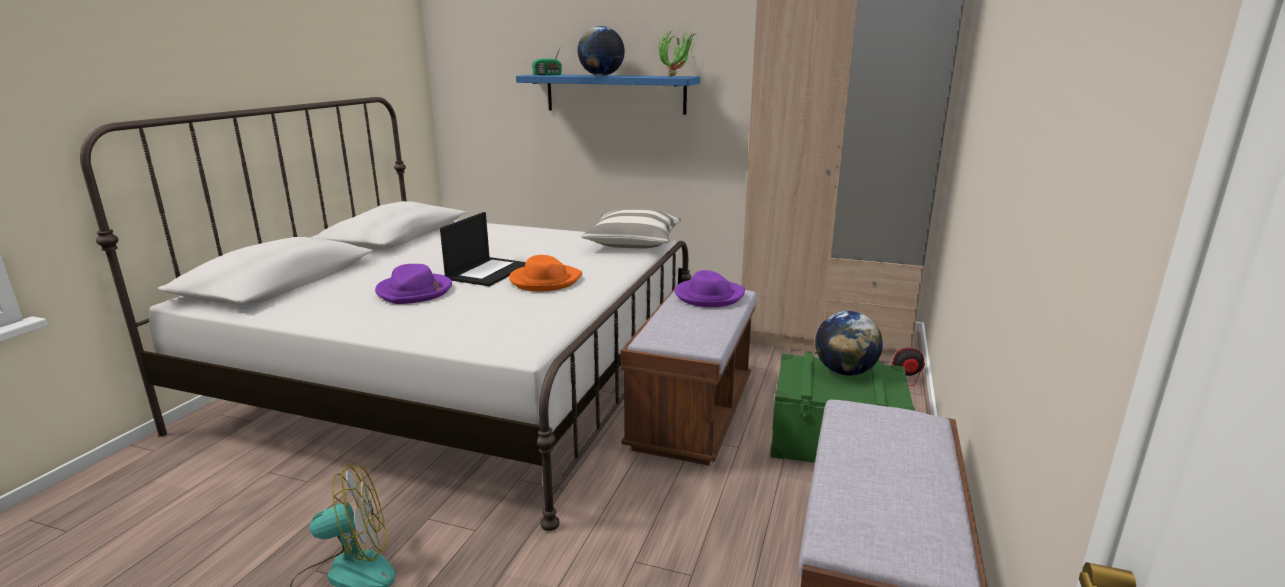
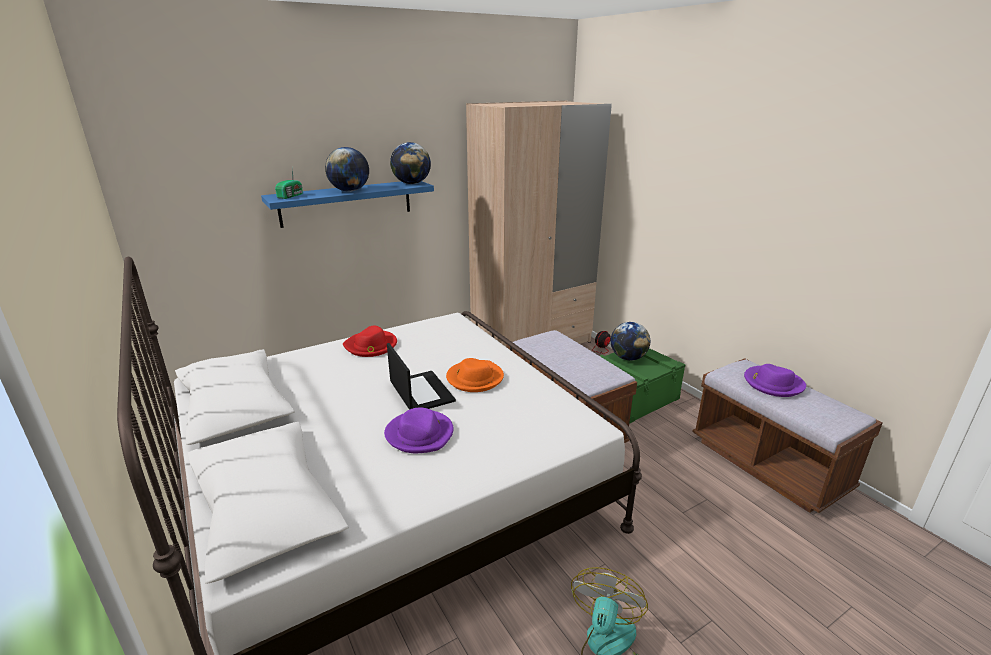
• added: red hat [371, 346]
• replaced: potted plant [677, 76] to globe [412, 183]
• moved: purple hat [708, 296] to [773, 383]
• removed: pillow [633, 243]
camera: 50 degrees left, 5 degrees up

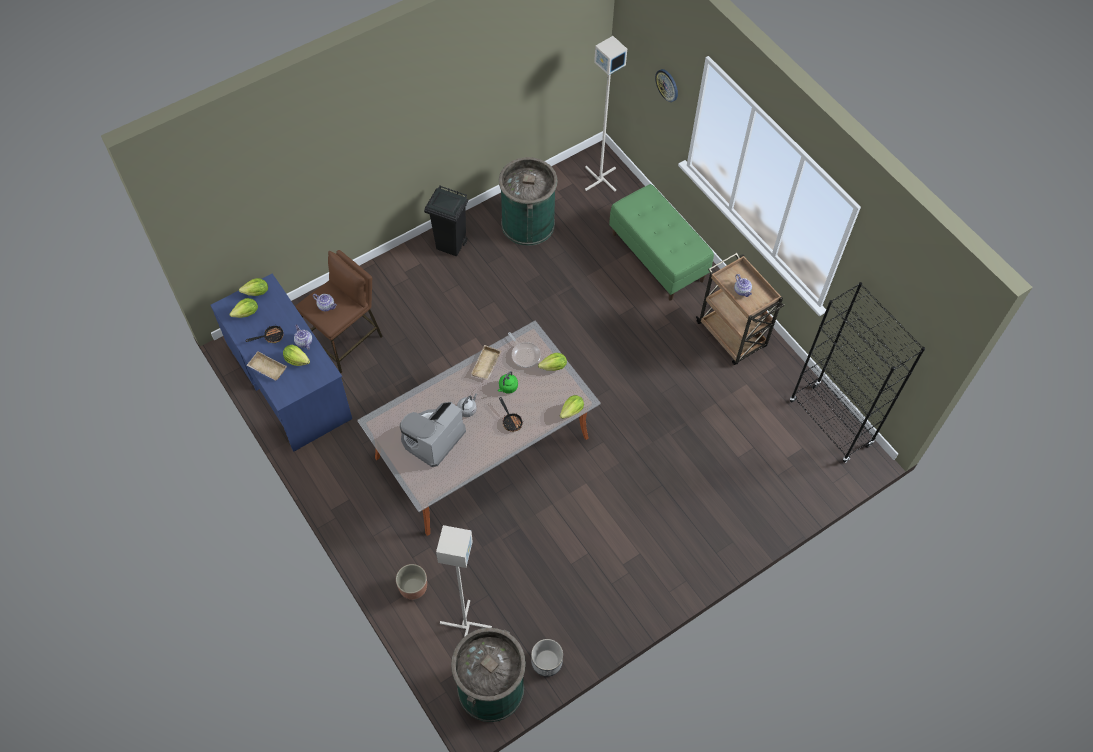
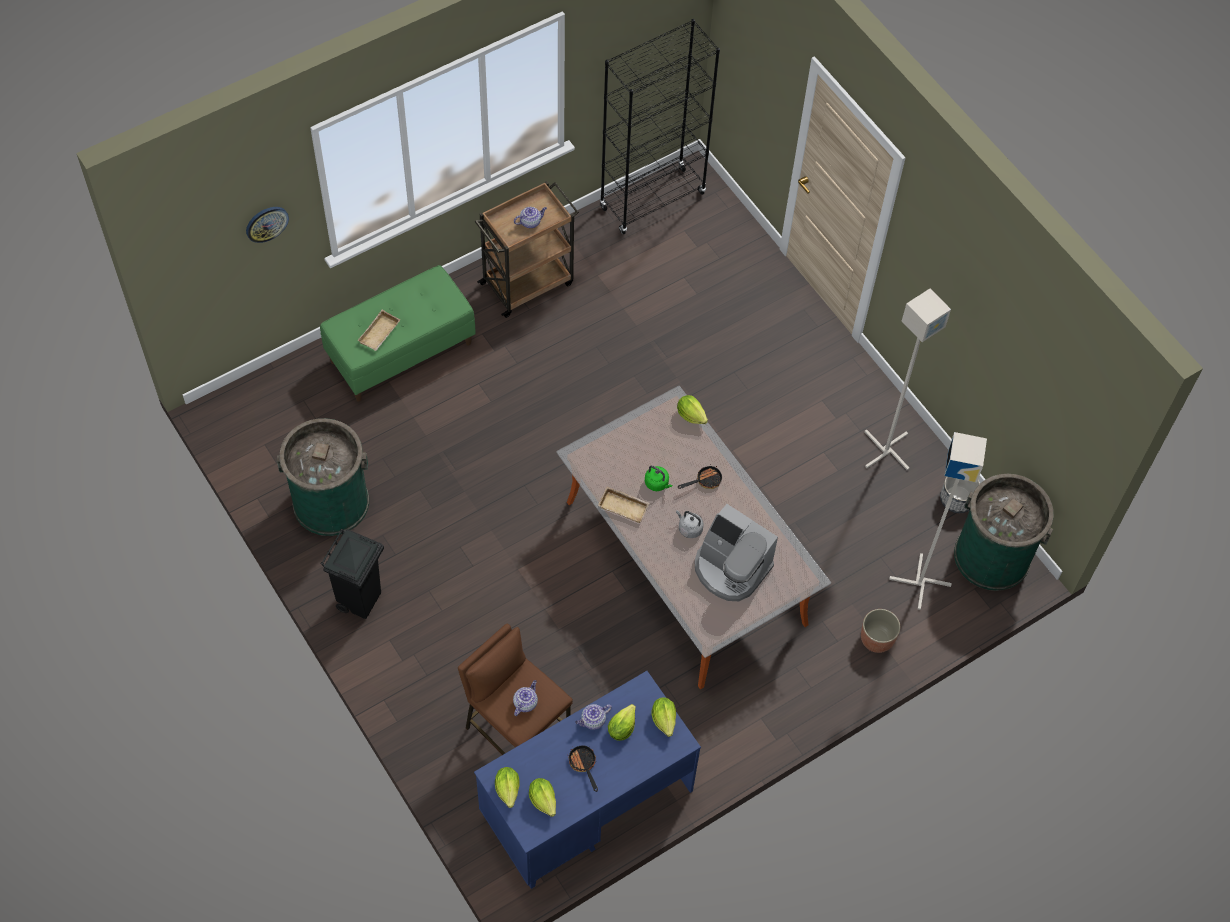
• moved: beige tray [266, 368] to [380, 334]
• moved: lettuce [553, 367] to [664, 719]
• moved: grey floor lamp [599, 179] to [886, 451]
• removed: frying pan [525, 354]
camera: 90 degrees left, 0 degrees up

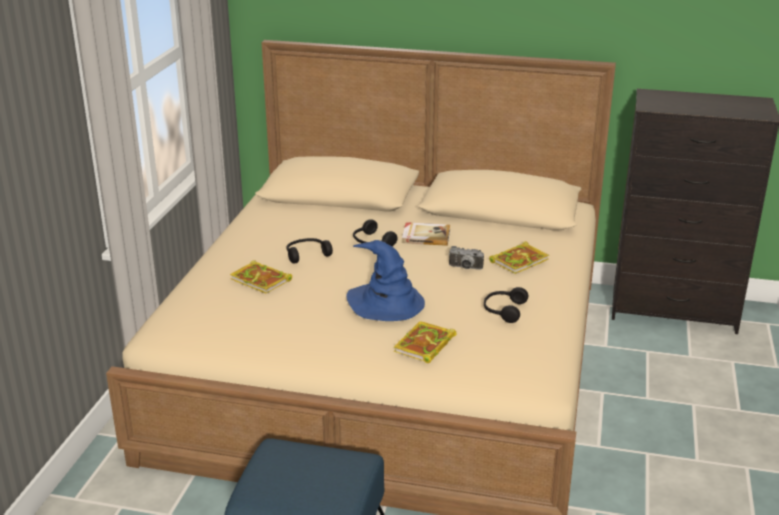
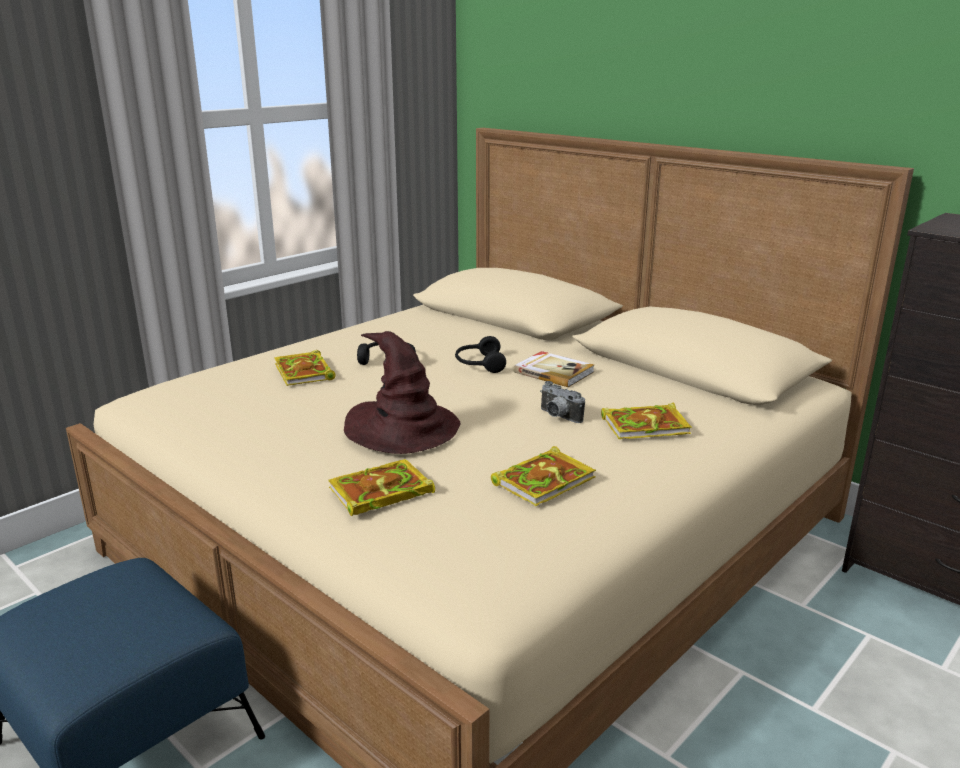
• recoloured: blue hat [386, 303] to brown hat [403, 430]
• replaced: black headphones [503, 310] to book [545, 480]
camera: 30 degrees right, 5 degrees down

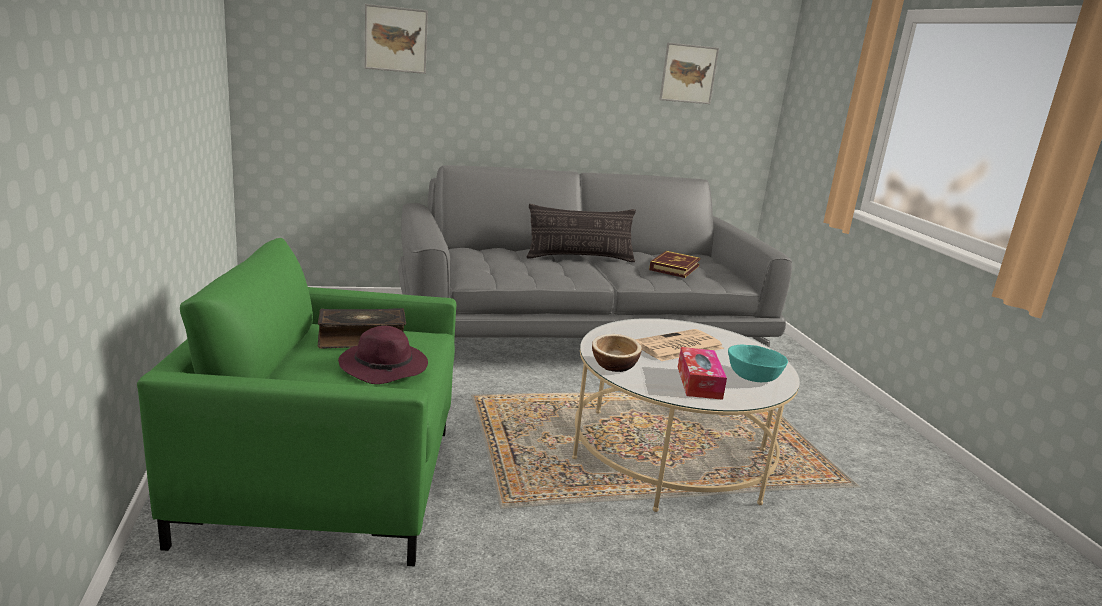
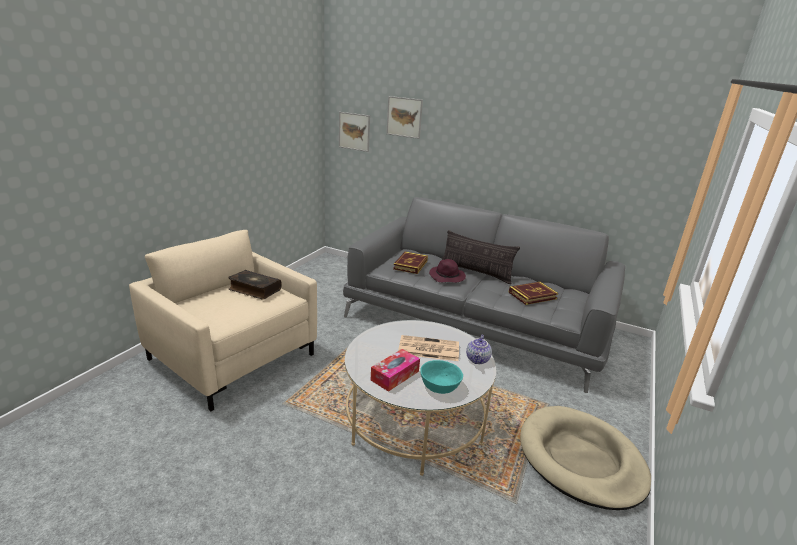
• recoloured: green armchair [325, 482] to beige armchair [233, 356]
• moved: picture [688, 73] to [354, 131]
• added: book [410, 265]
• moved: purple hat [385, 367] to [447, 277]
• added: teapot [478, 360]
• added: beige dog bed [580, 459]
• removed: bowl [614, 365]
camera: 40 degrees right, 5 degrees up

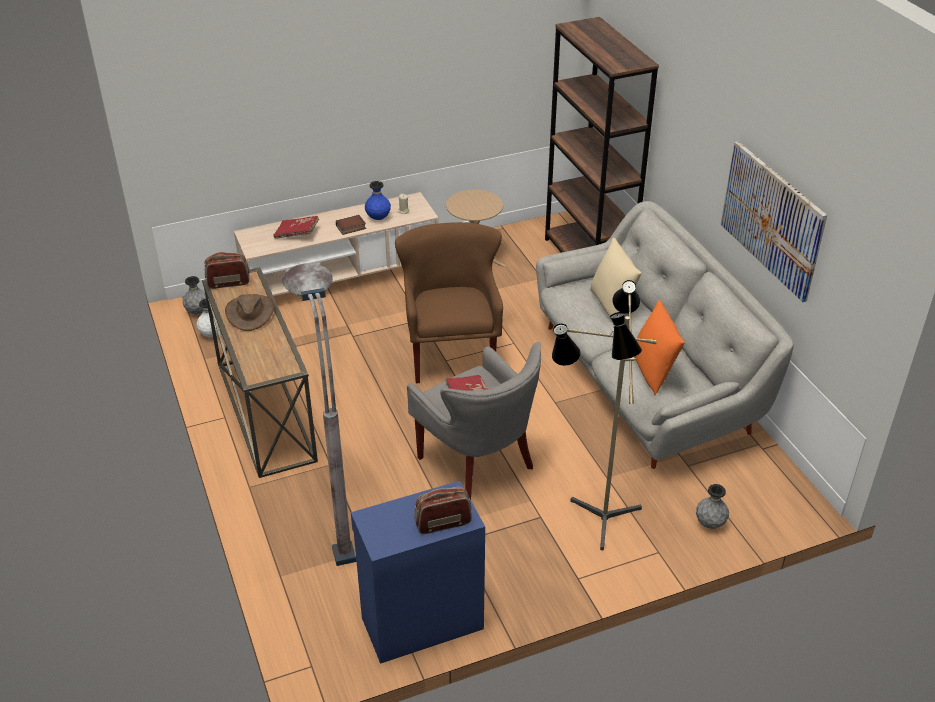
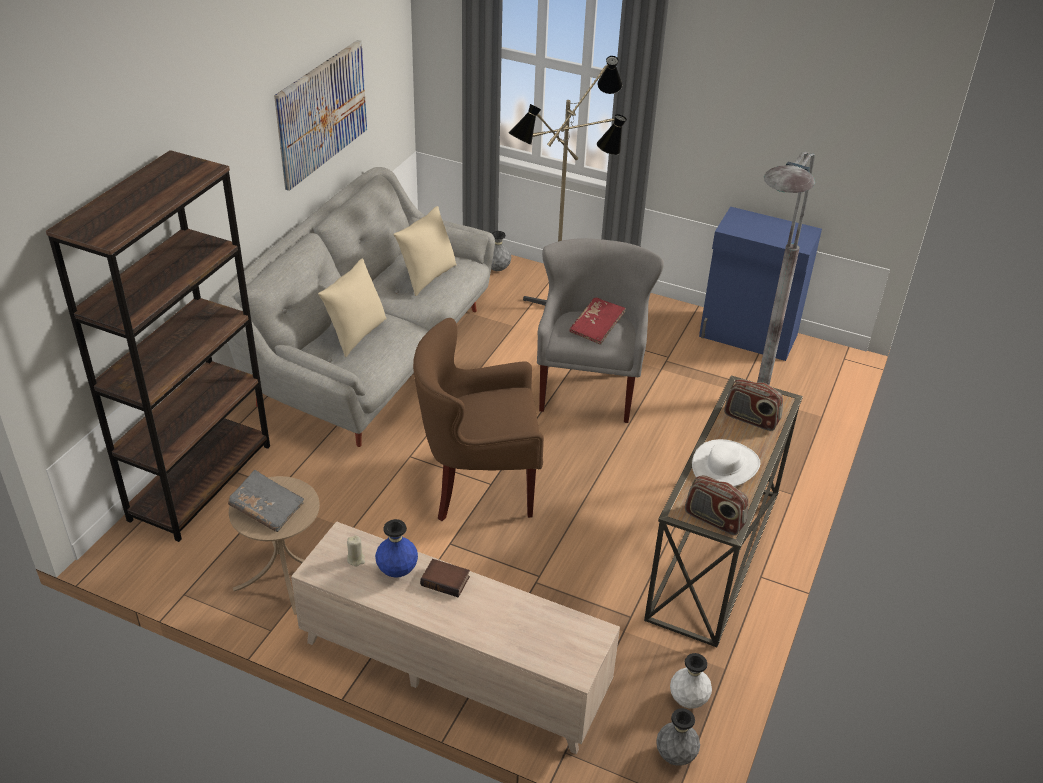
• added: grey book [267, 509]
• recoloured: orange pillow [653, 372] to beige pillow [427, 277]
• turned: brown armchair [451, 355] = [478, 485] 45 degrees clockwise
• recoloured: brown hat [250, 313] to white hat [725, 466]
• moved: radio [443, 523] to [751, 419]
• removed: red book [297, 233]
camera: 135 degrees left, 0 degrees up

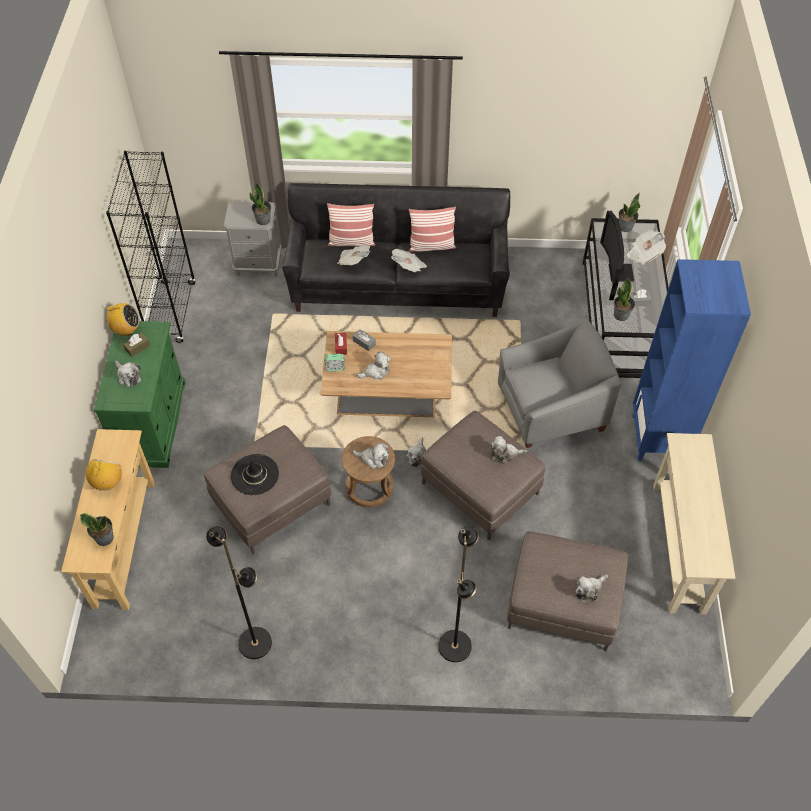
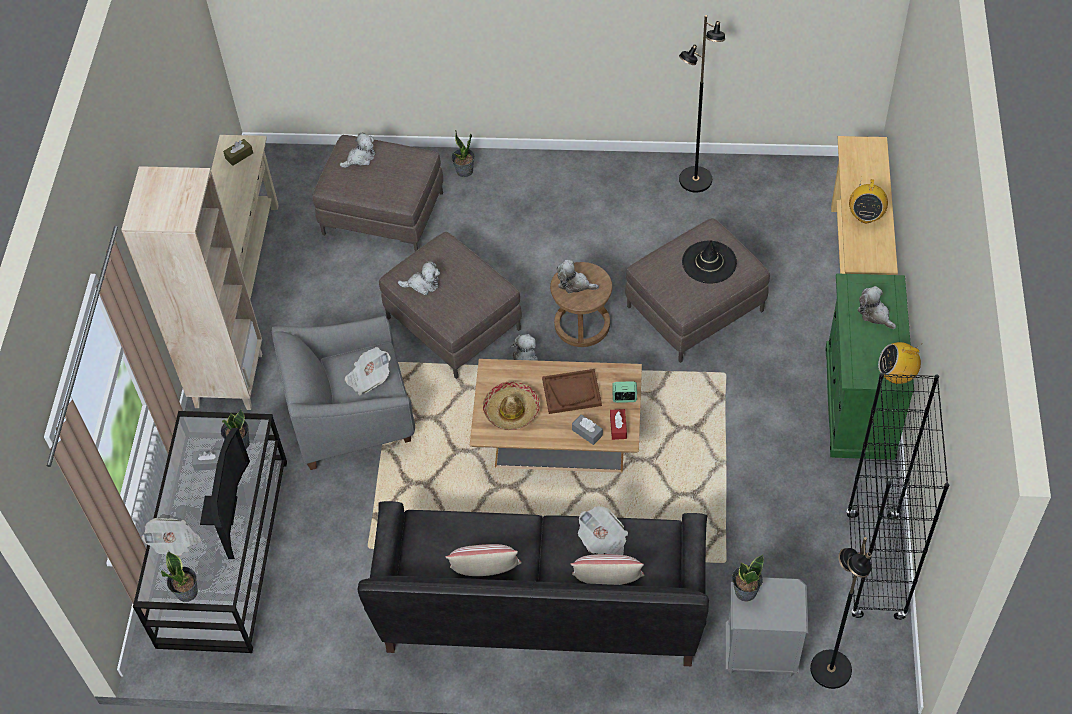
• recoloured: blue bookcase [658, 438] to beige bookcase [228, 380]
• moved: brown tissue box [137, 348] to [239, 156]
• moved: newspaper [409, 267] to [369, 378]
• moved: potted plant [104, 537] to [464, 171]
• added: hat [511, 410]
• replaced: plush toy [376, 371] to brown tray [572, 392]
• moved: black floor lamp [455, 646] to [829, 669]
camera: 175 degrees left, 0 degrees up

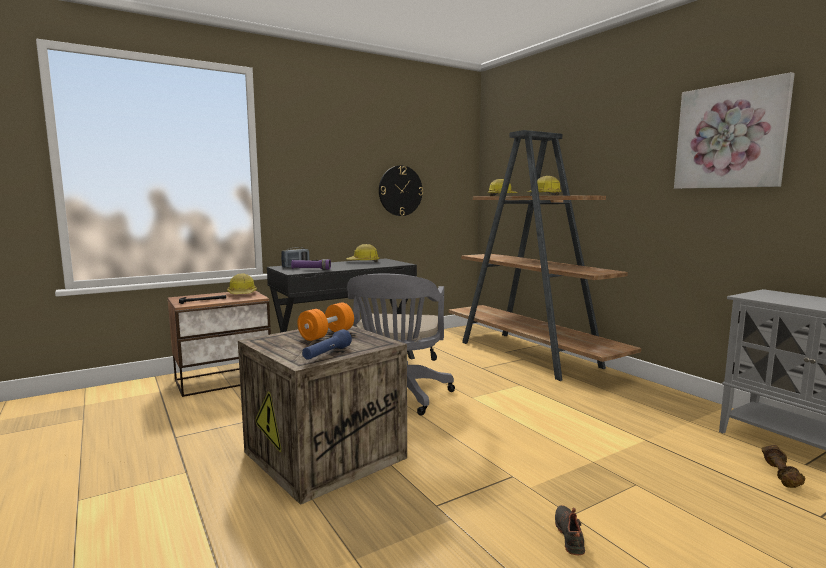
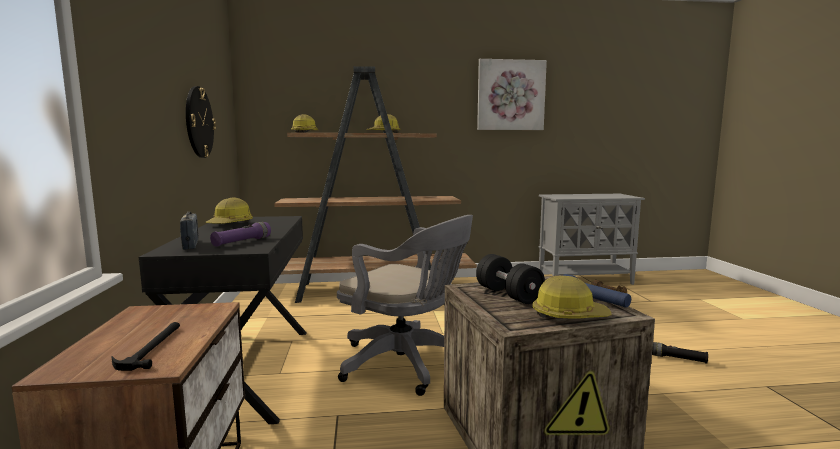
• recoloured: orange dumbbell [326, 335] to black dumbbell [508, 294]
• moved: hard hat [242, 294] to [569, 315]
• replaced: black shoe [570, 535] to black flashlight [678, 359]
camera: 65 degrees left, 0 degrees up

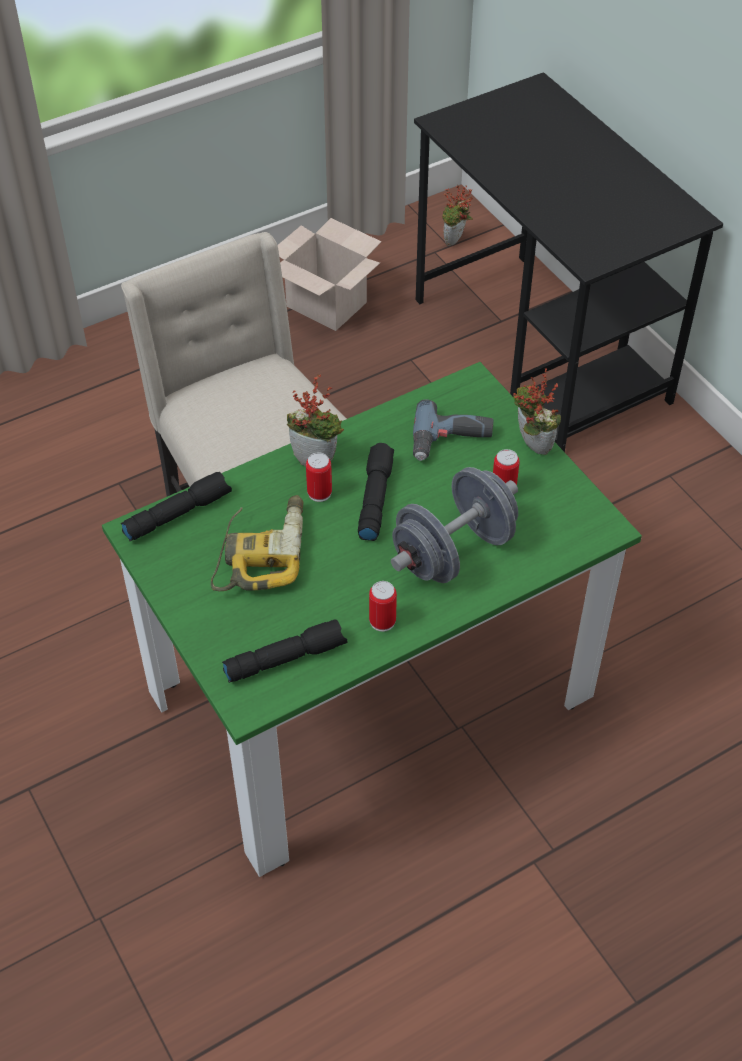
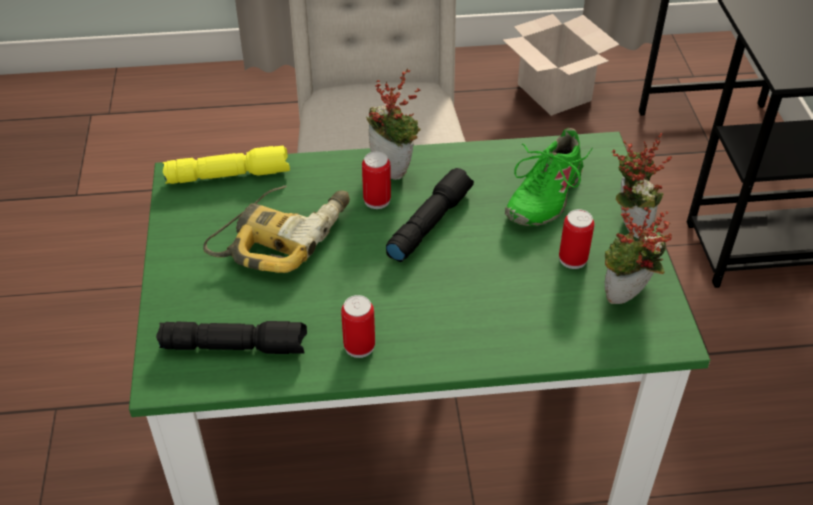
• recoloured: black flashlight [177, 513] to yellow flashlight [229, 174]
• replaced: power drill [451, 441] to green shoe [543, 195]
• moved: potted plant [455, 242] to [625, 300]
• removed: grey dumbbell [453, 551]
camera: 25 degrees right, 5 degrees down

